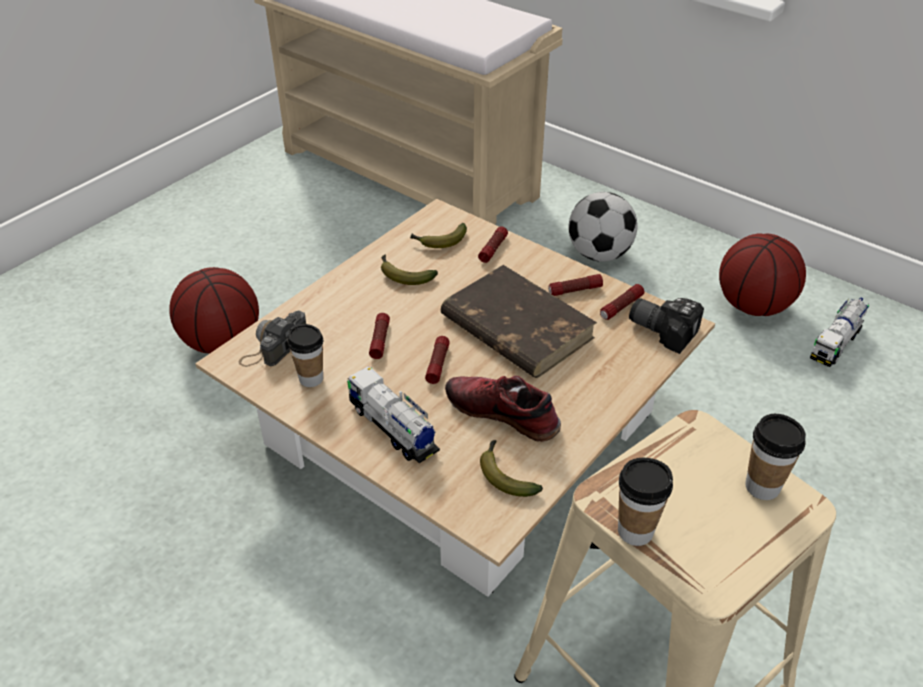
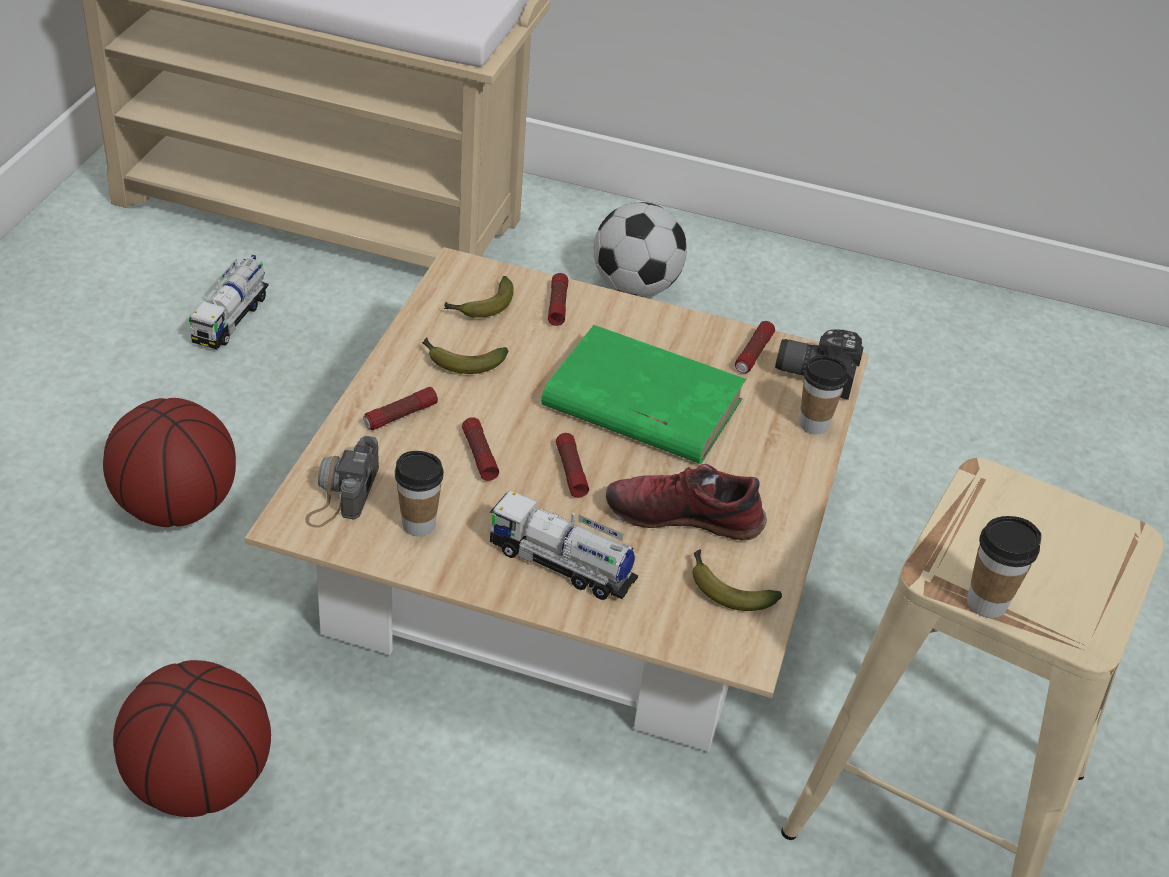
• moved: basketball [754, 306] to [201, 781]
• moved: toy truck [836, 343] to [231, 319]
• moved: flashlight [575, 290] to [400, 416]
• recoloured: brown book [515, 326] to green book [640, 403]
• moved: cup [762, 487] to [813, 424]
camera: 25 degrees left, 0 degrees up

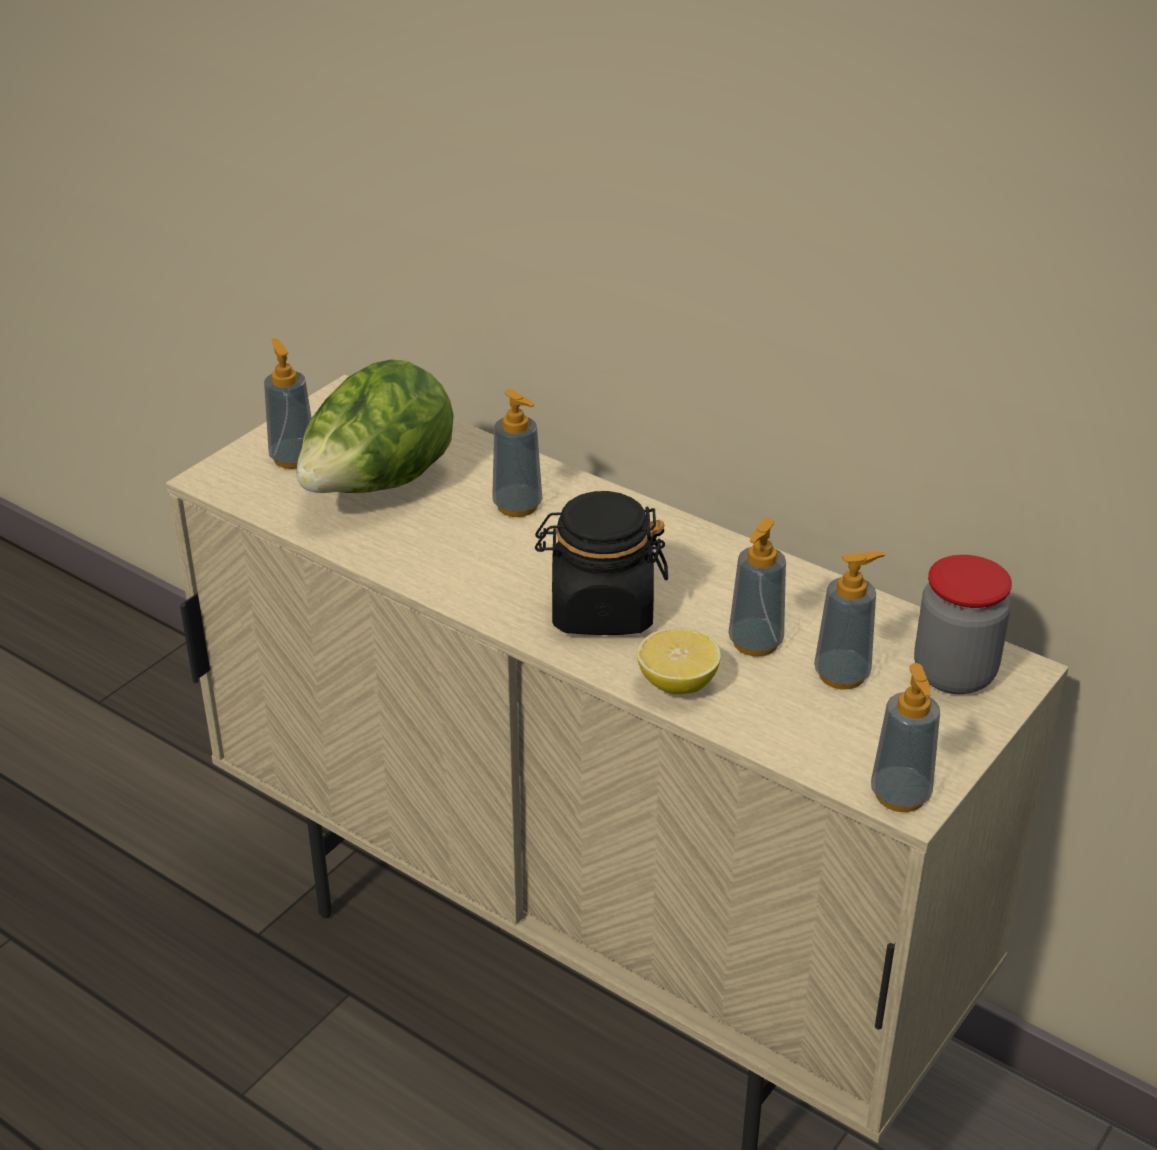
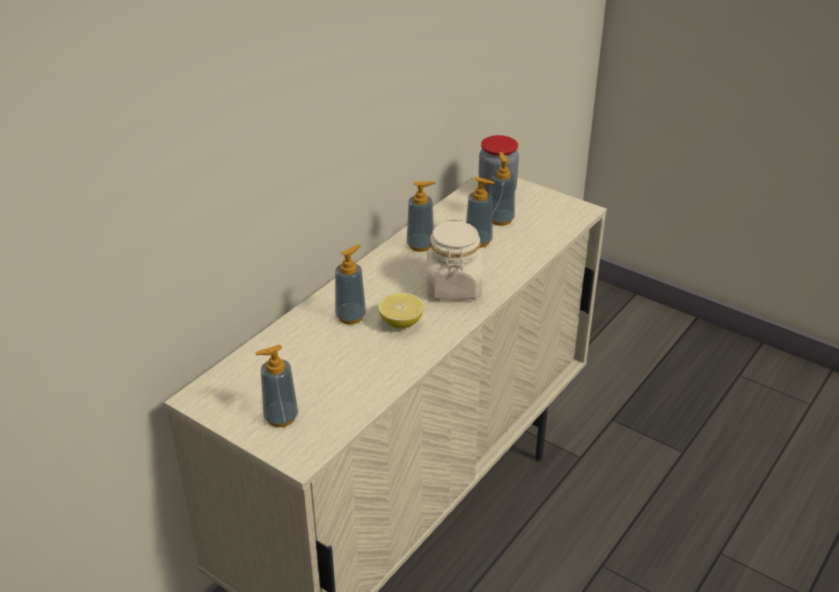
• moved: lemon [677, 683] to [401, 323]
• moved: soap dispenser [900, 795] to [420, 245]
• recoloured: black jar [601, 610] to beige jar [454, 287]
• removed: lettuce [378, 487]
camera: 90 degrees left, 0 degrees up

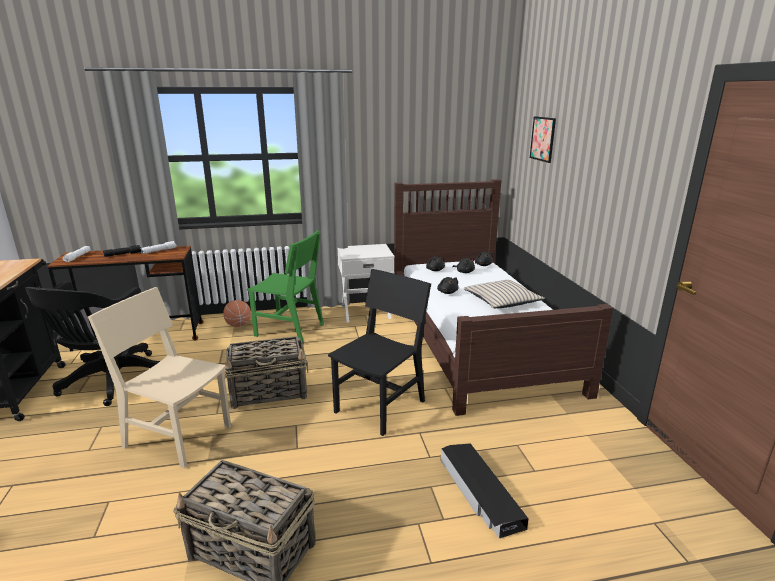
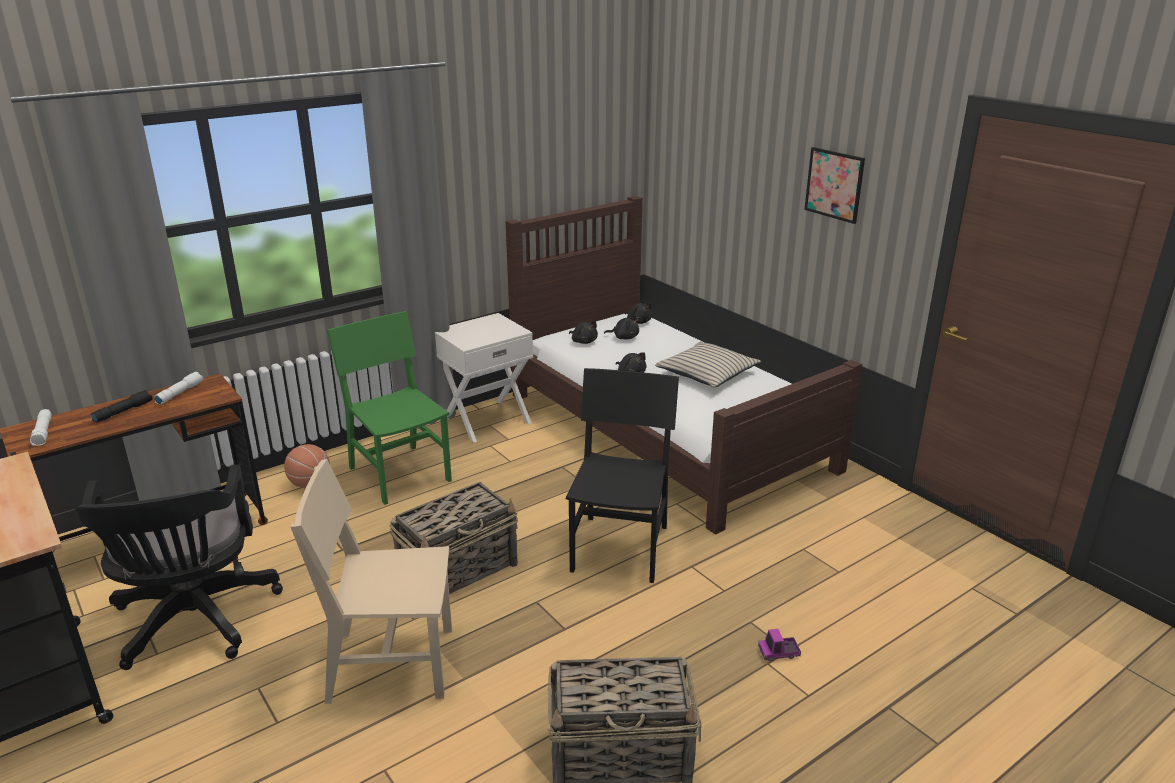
• turned: green chair [289, 330] = [400, 474] 120 degrees counterclockwise
• added: toy truck [778, 653]
• moved: picture [542, 139] to [834, 184]
• removed: black storage box [480, 493]
camera: 25 degrees left, 5 degrees up

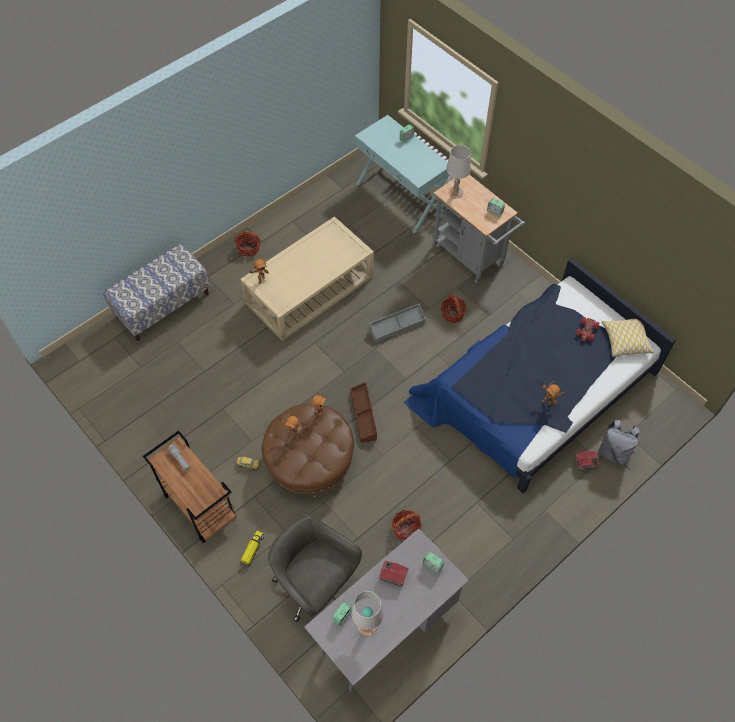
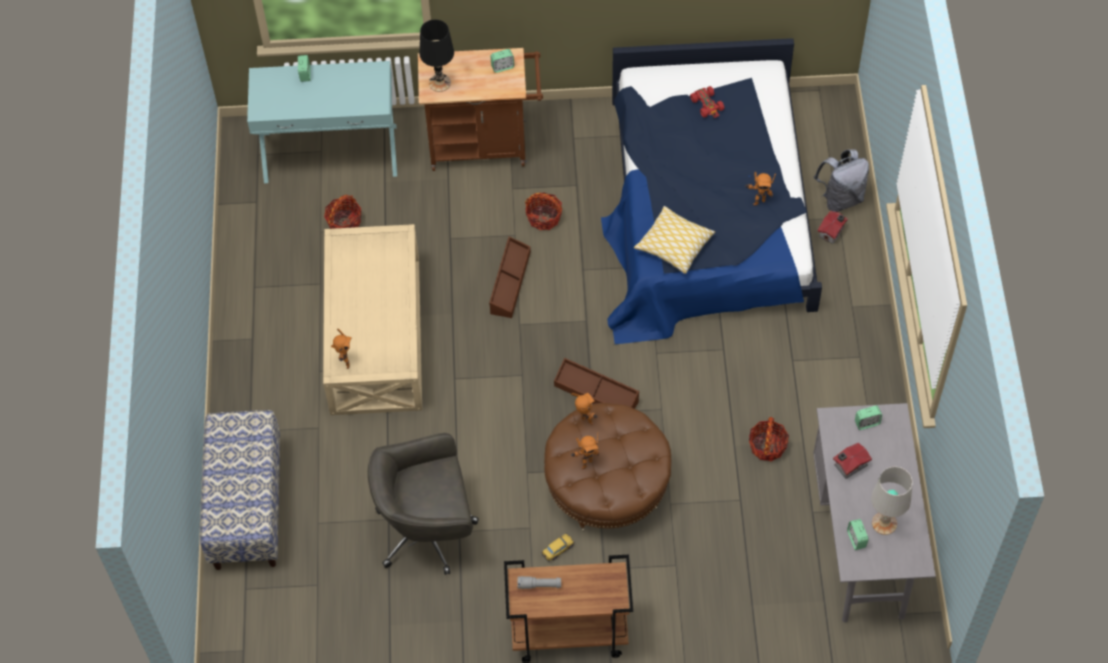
• moved: basket [248, 248] to [344, 222]
• moved: grey office chair [315, 586] to [428, 530]
• recoloured: grey cart [471, 257] to brown cart [485, 145]
• recoloured: white table lamp [455, 192] to black table lamp [440, 82]
• recoloured: grey storage box [396, 326] to brown storage box [509, 282]
• moved: pillow [625, 340] to [674, 245]
• removed: toy truck [252, 550]
camera: 50 degrees left, 0 degrees up

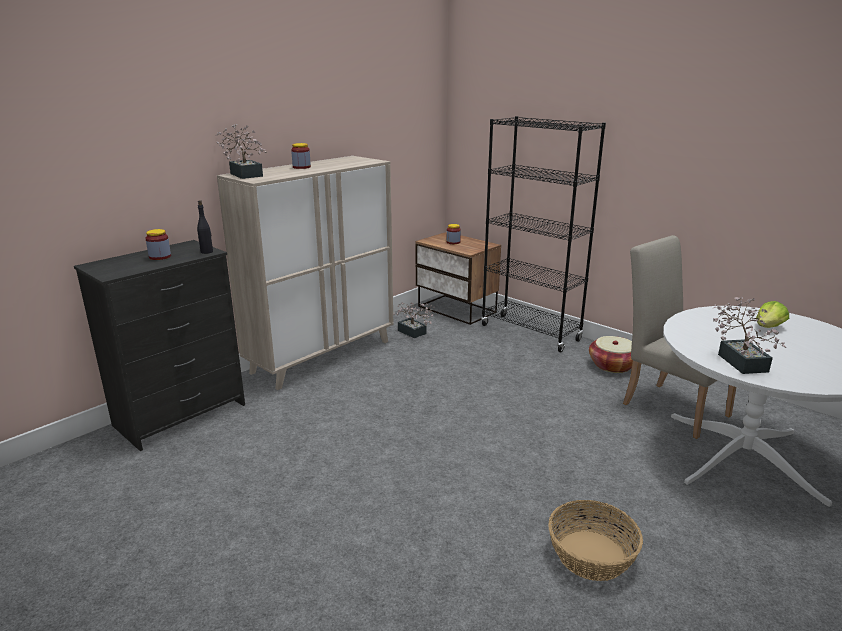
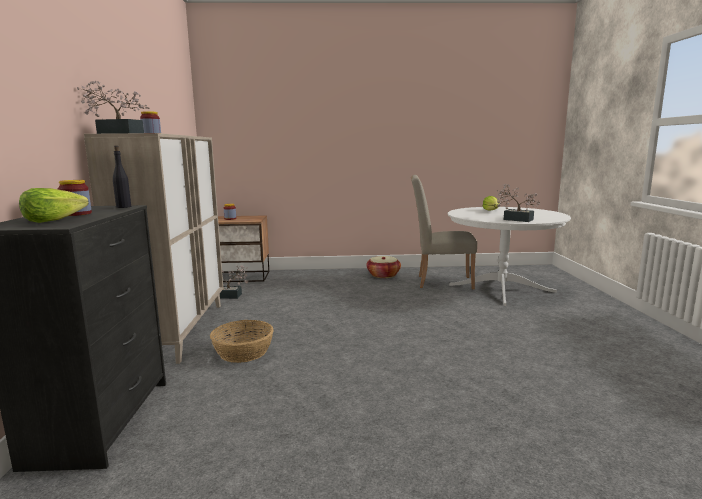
• added: lettuce [54, 220]
• moved: basket [590, 554] to [243, 352]
• removed: black bookcase [530, 333]
camera: 45 degrees left, 10 degrees down

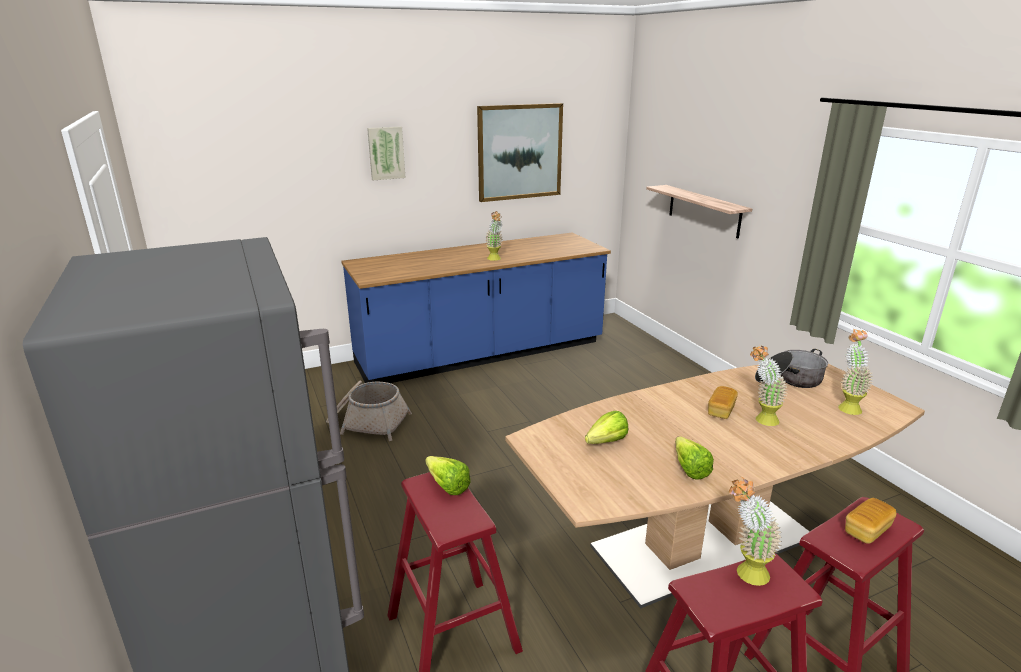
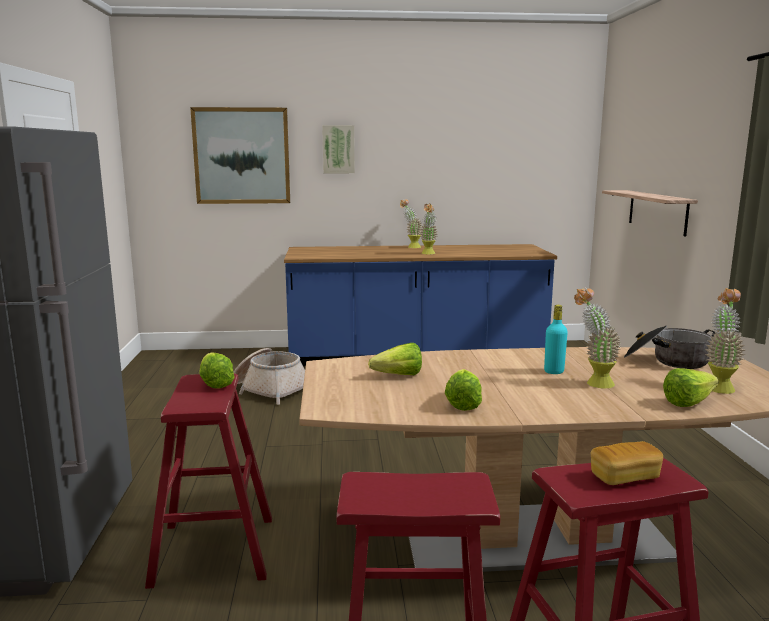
• moved: picture [520, 152] to [242, 156]
• moved: potted plant [744, 574] to [410, 247]
• replaced: bread [721, 410] to turquoise bottle [554, 371]
• added: lettuce [693, 402]
camera: 20 degrees right, 10 degrees down

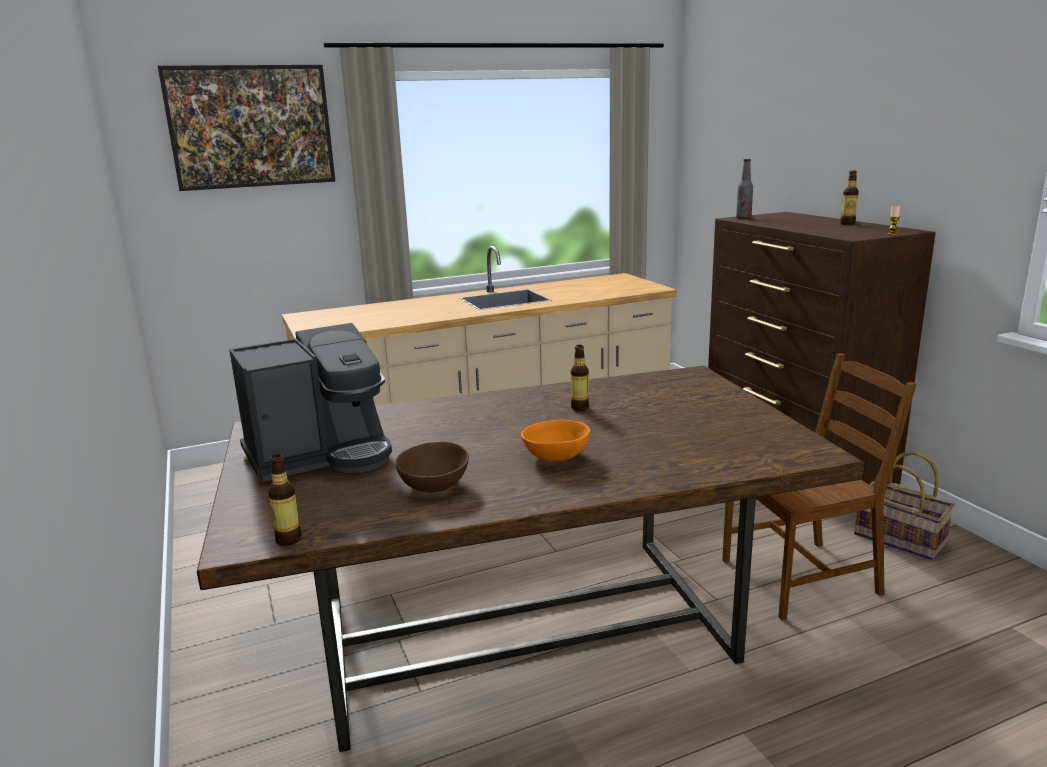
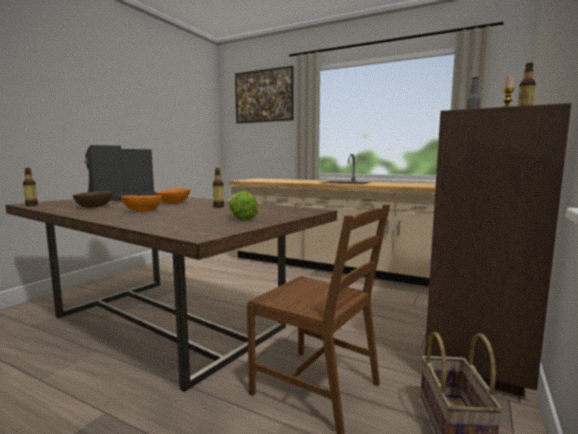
• turned: coffee machine [322, 455] = [119, 199] 120 degrees clockwise
• added: orange bowl [174, 203]
• added: lettuce [240, 219]
camera: 50 degrees right, 10 degrees down

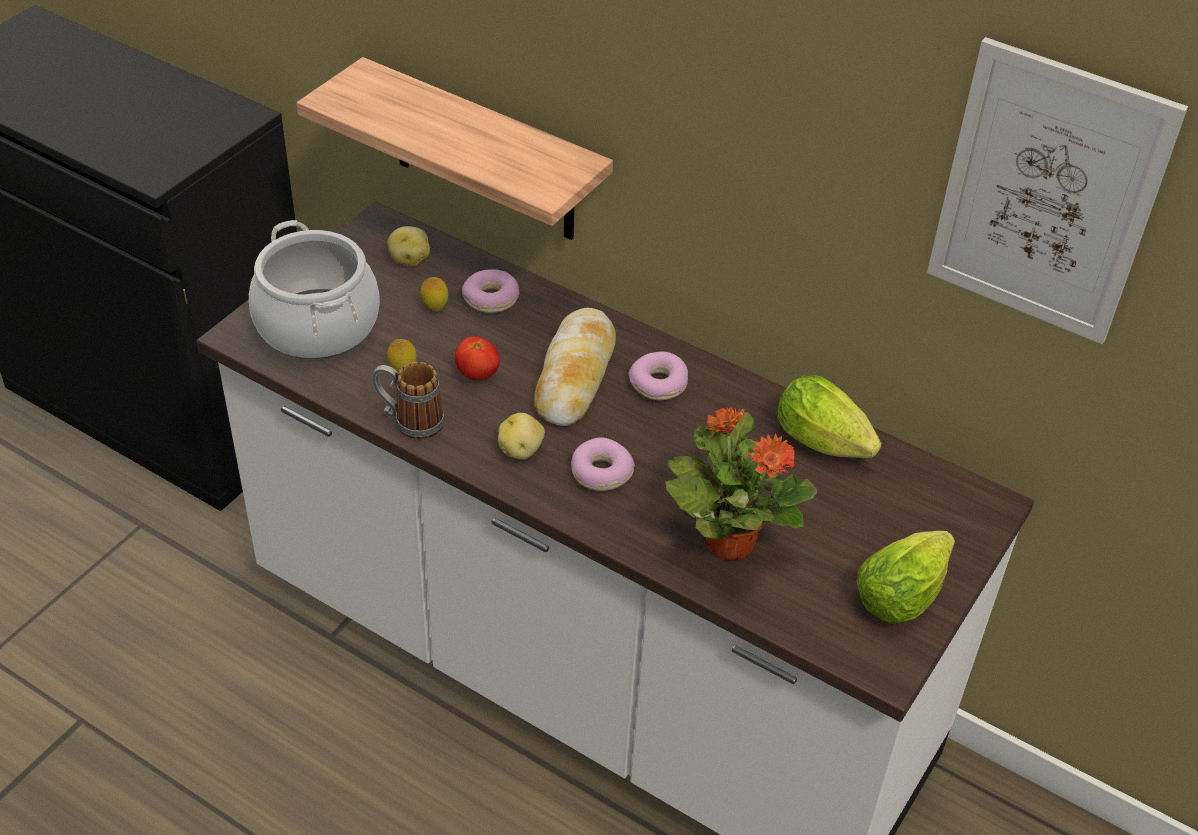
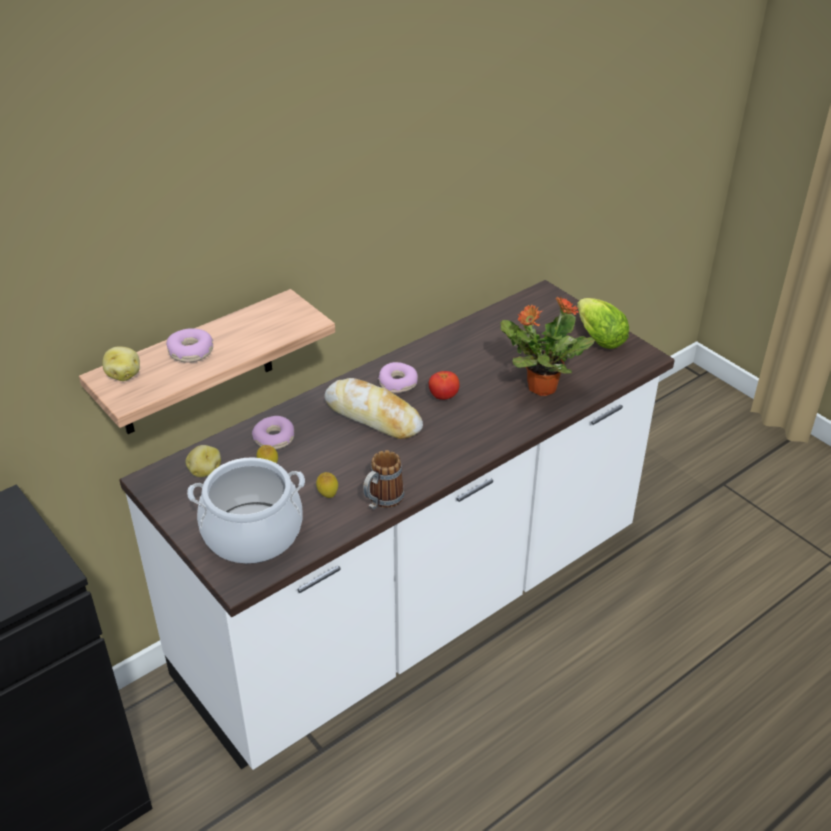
• moved: potato [521, 450] to [124, 375]
• moved: donut [601, 473] to [191, 352]
• moved: tomato [477, 374] to [443, 396]
• removed: lettuce [827, 445]
• removed: picture [1047, 194]
camera: 70 degrees left, 5 degrees down

